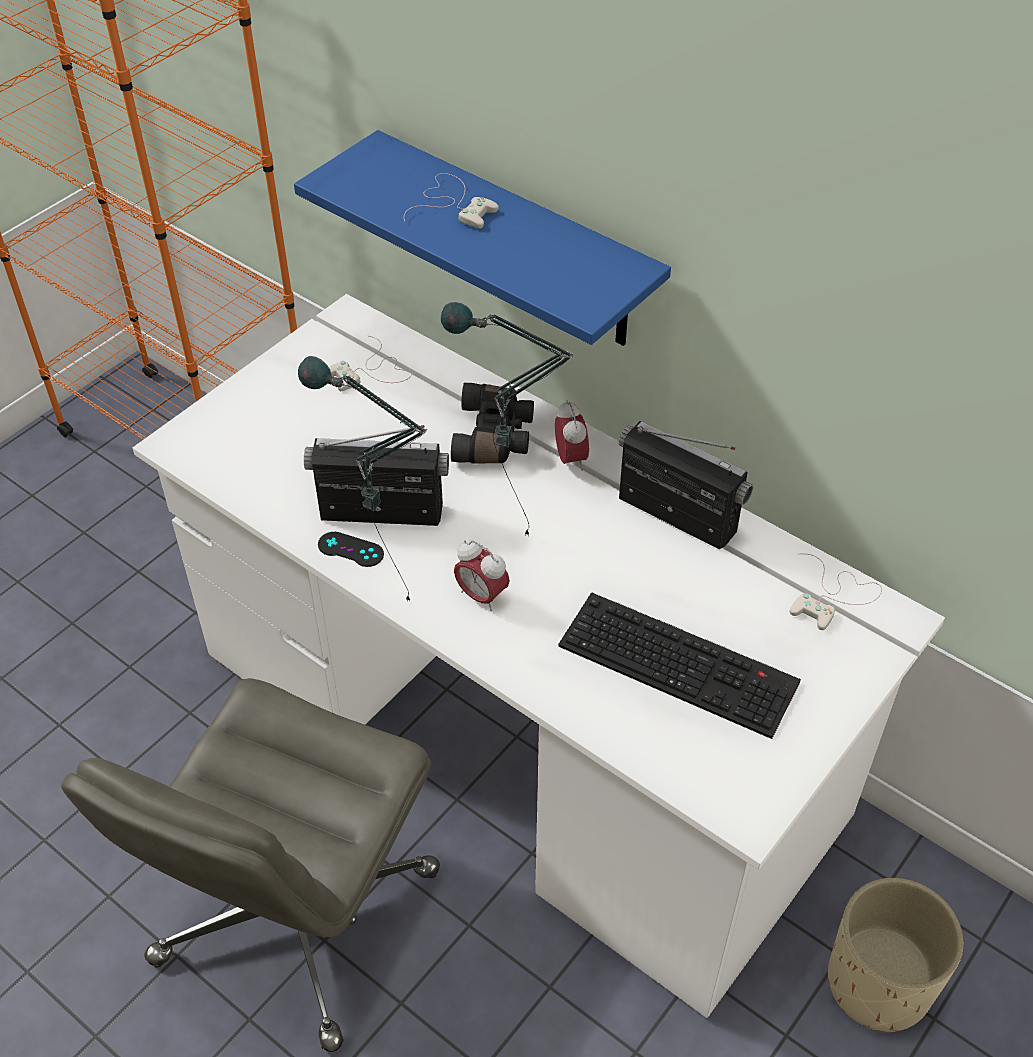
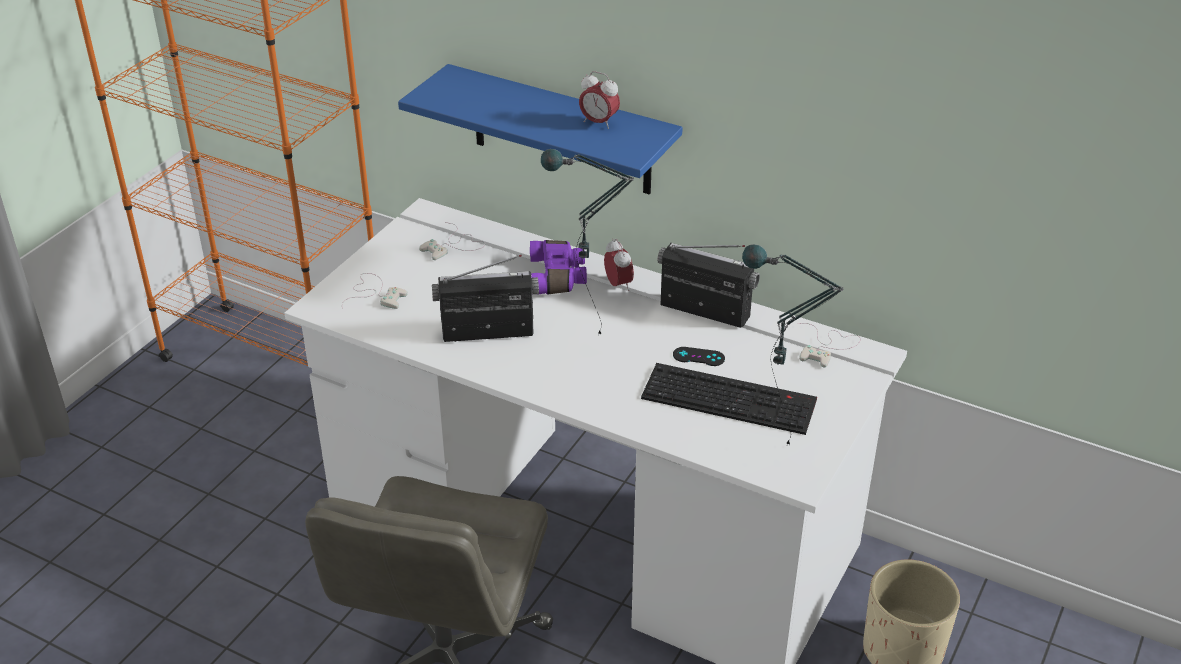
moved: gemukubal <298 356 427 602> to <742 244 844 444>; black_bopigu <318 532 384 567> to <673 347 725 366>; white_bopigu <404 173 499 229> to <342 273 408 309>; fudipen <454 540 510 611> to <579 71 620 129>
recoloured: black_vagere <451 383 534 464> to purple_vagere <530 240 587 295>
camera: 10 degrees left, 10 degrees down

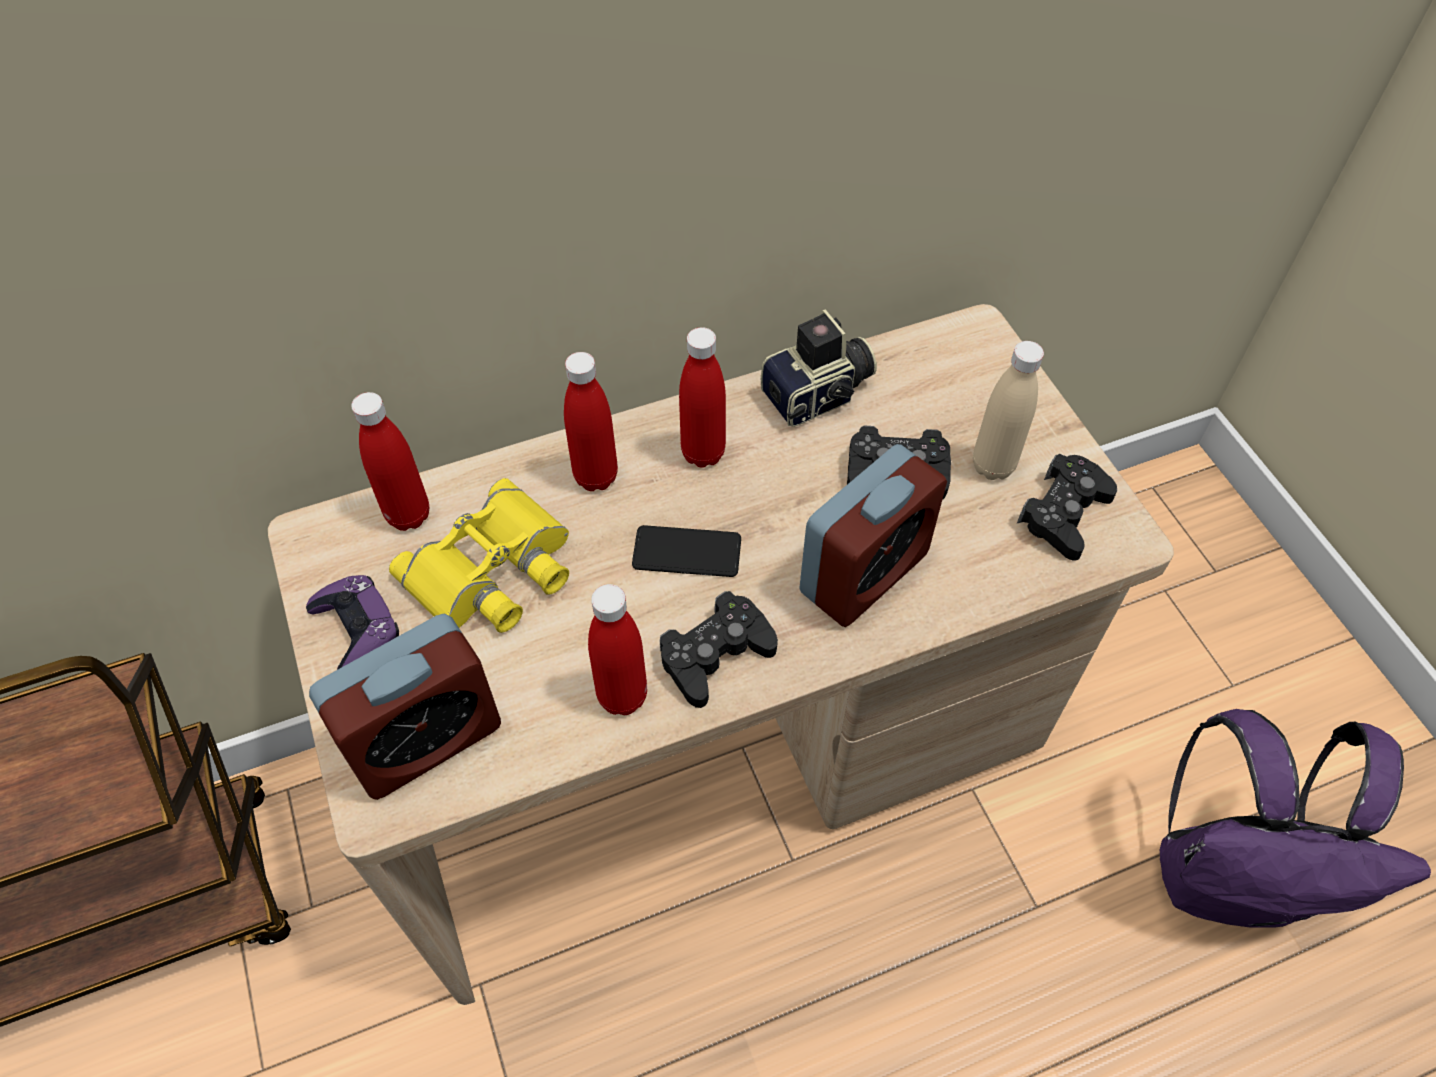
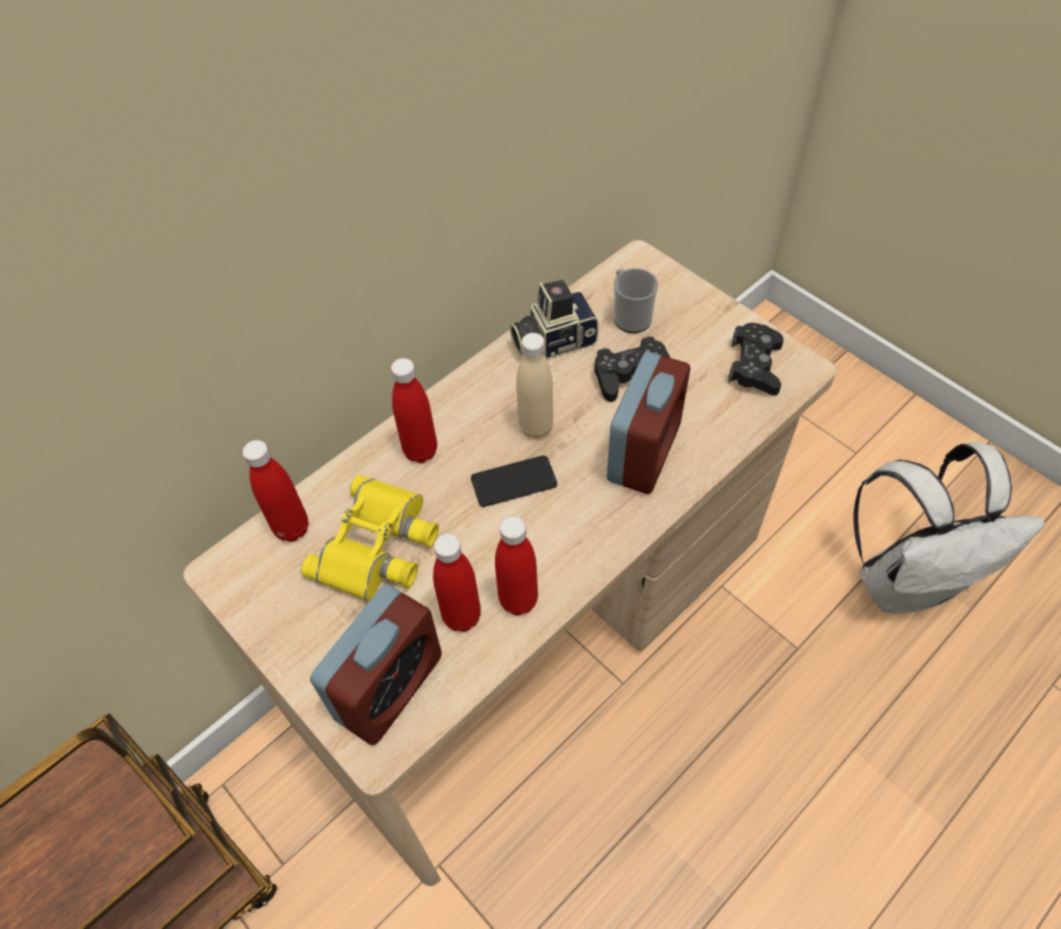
removed: purple_bopigu <306 575 399 670>; black_bopigu <660 591 778 708>
added: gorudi <614 268 658 333>
moved: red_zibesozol <679 327 726 468> to <433 533 481 632>; beige_zibesozol <973 341 1044 480> to <516 333 553 439>
recoloured: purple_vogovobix <1160 709 1431 928> to white_vogovobix <853 442 1045 614>
turned: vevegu <761 309 877 427> = <510 280 599 359> 150 degrees counterclockwise
camera: 20 degrees left, 0 degrees up

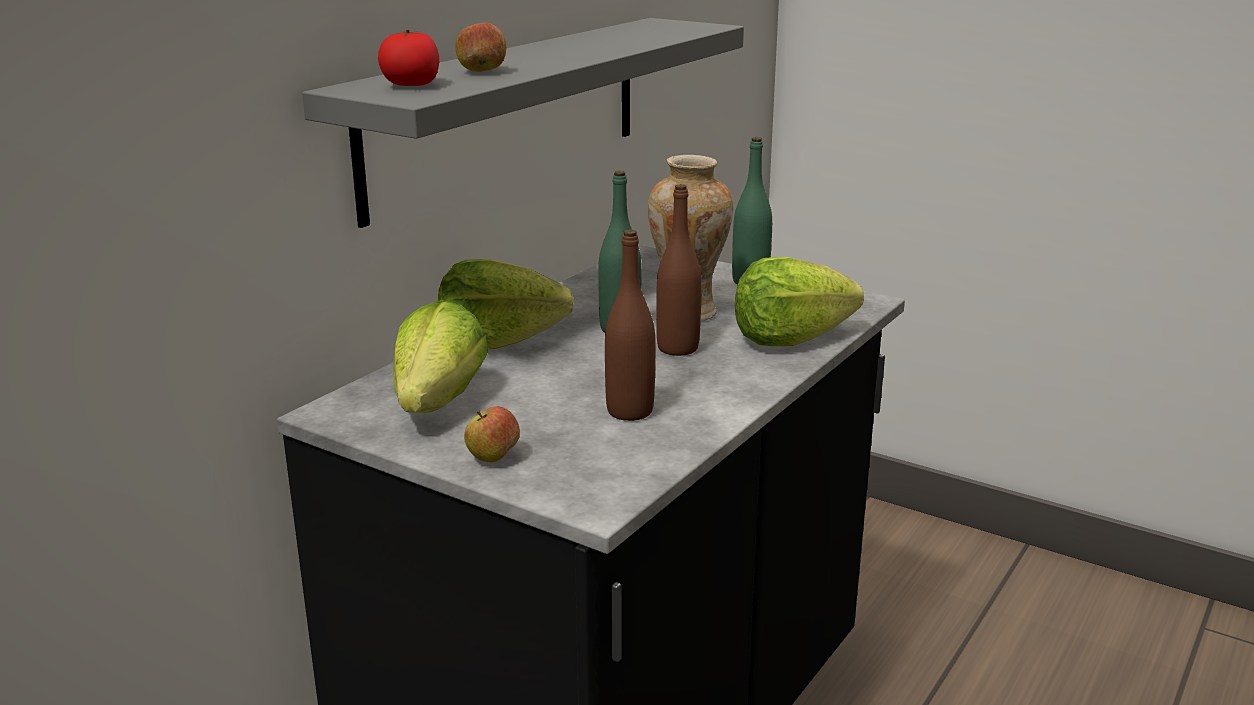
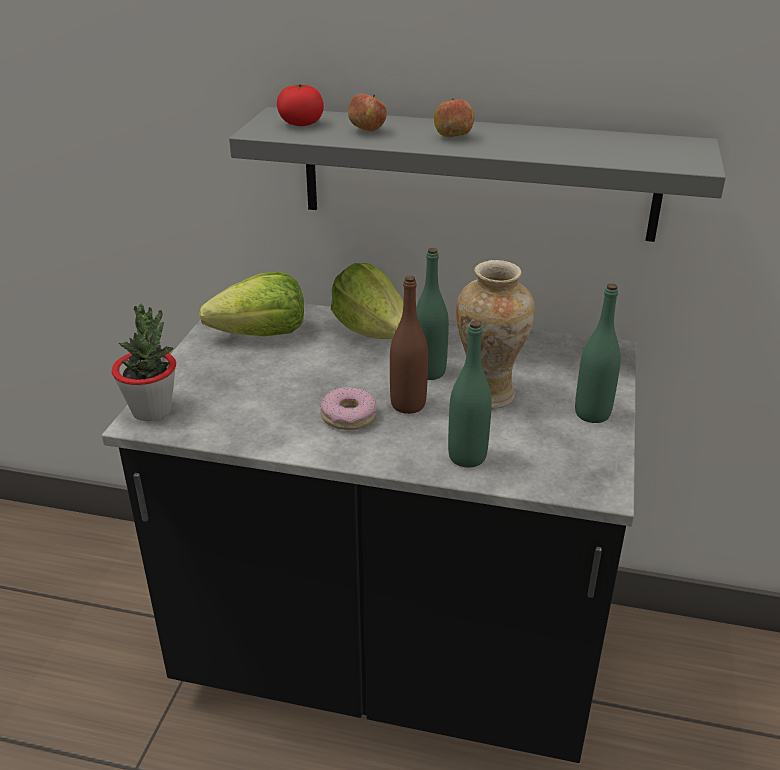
removed: brown_zibesozol <605 230 655 421>
added: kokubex <112 304 176 421>; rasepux <320 387 376 430>
moved: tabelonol <464 406 520 462> to <434 98 474 137>
replaced: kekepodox <735 257 864 346> to green_zibesozol <448 321 492 467>
camera: 70 degrees right, 10 degrees up

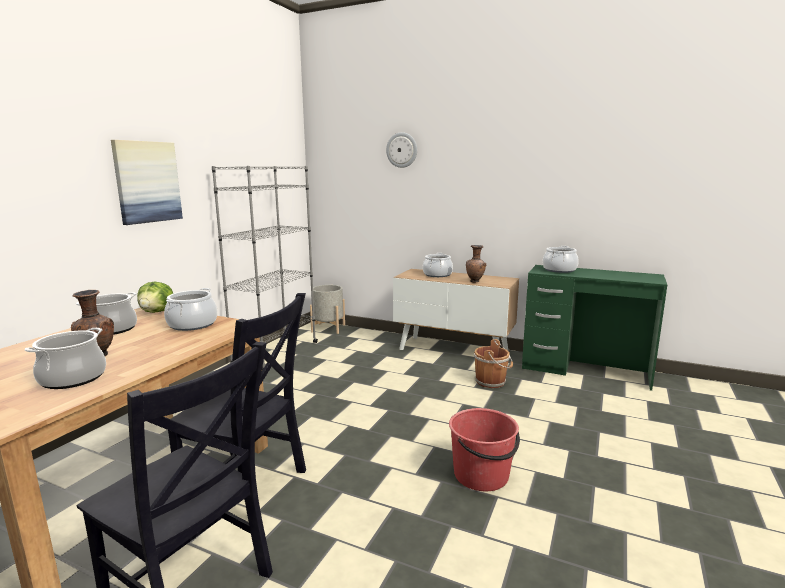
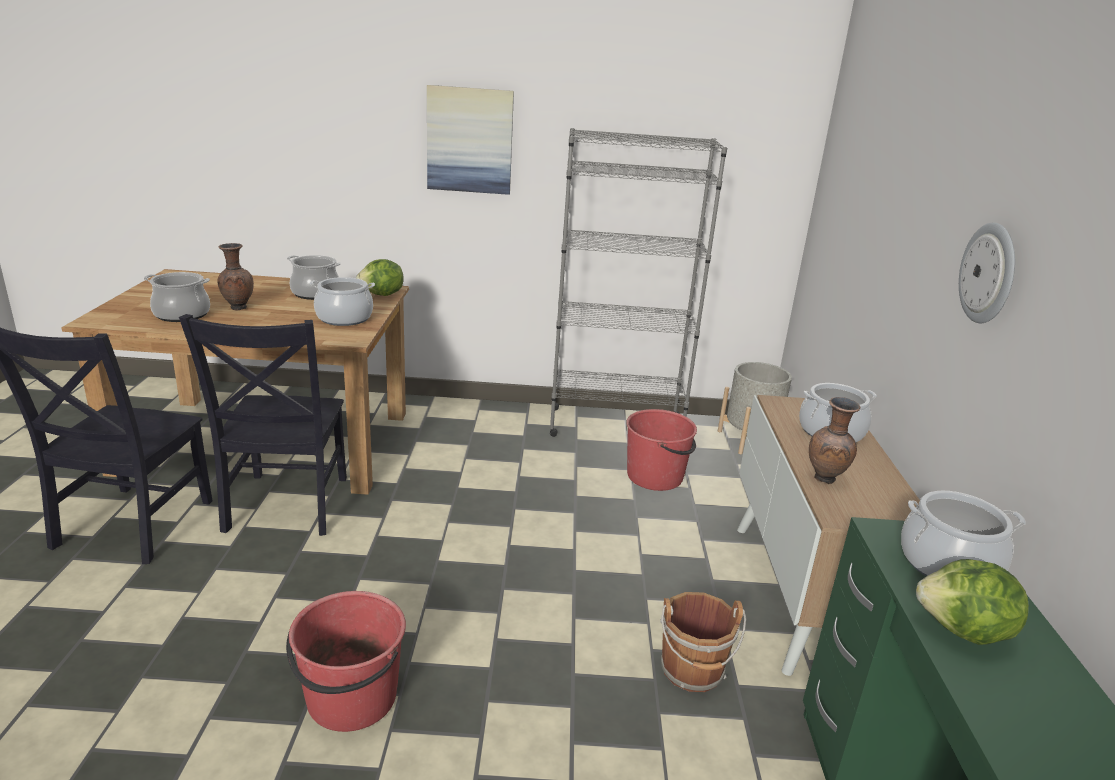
added: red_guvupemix <626 409 697 491>; kekepodox <916 559 1029 645>
moved: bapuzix <386 132 417 168> to <959 222 1015 323>
camera: 65 degrees right, 10 degrees up

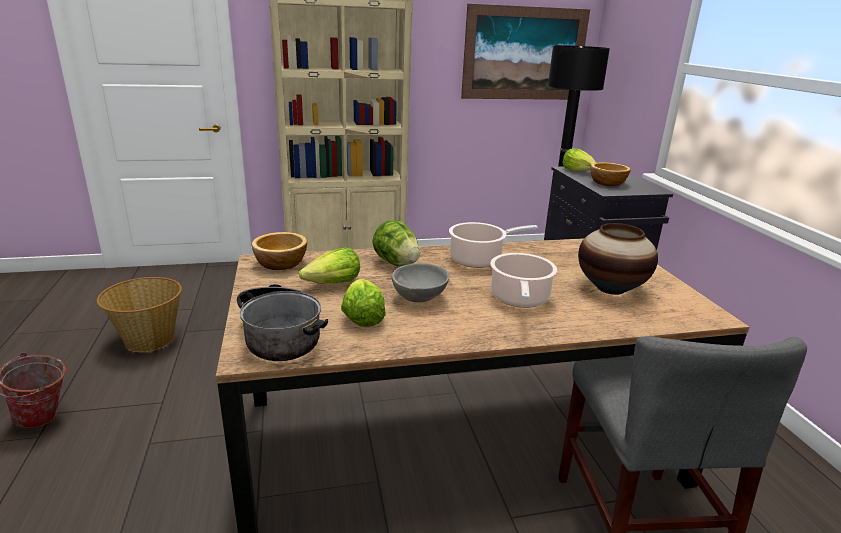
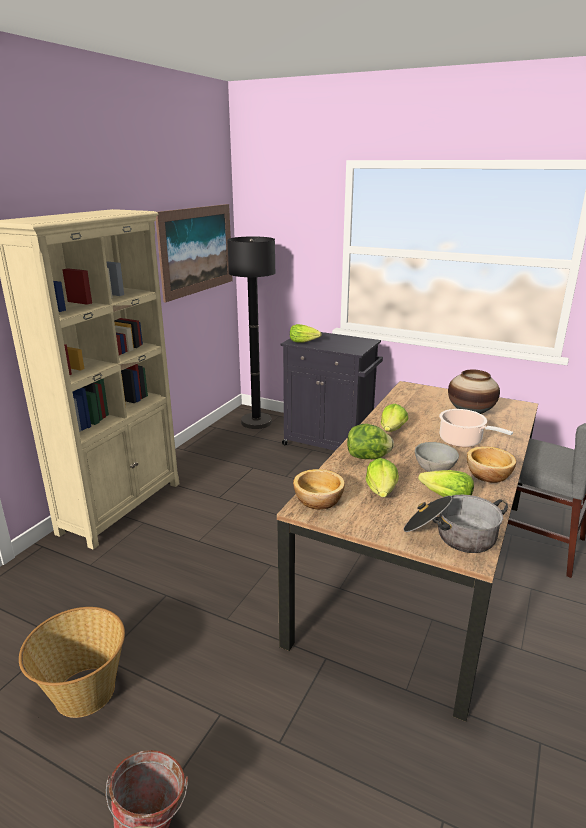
moved: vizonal <591 162 631 186> to <467 446 516 483>
replaced: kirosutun <449 222 538 268> to kekepodox <381 404 409 432>
camera: 50 degrees left, 0 degrees up

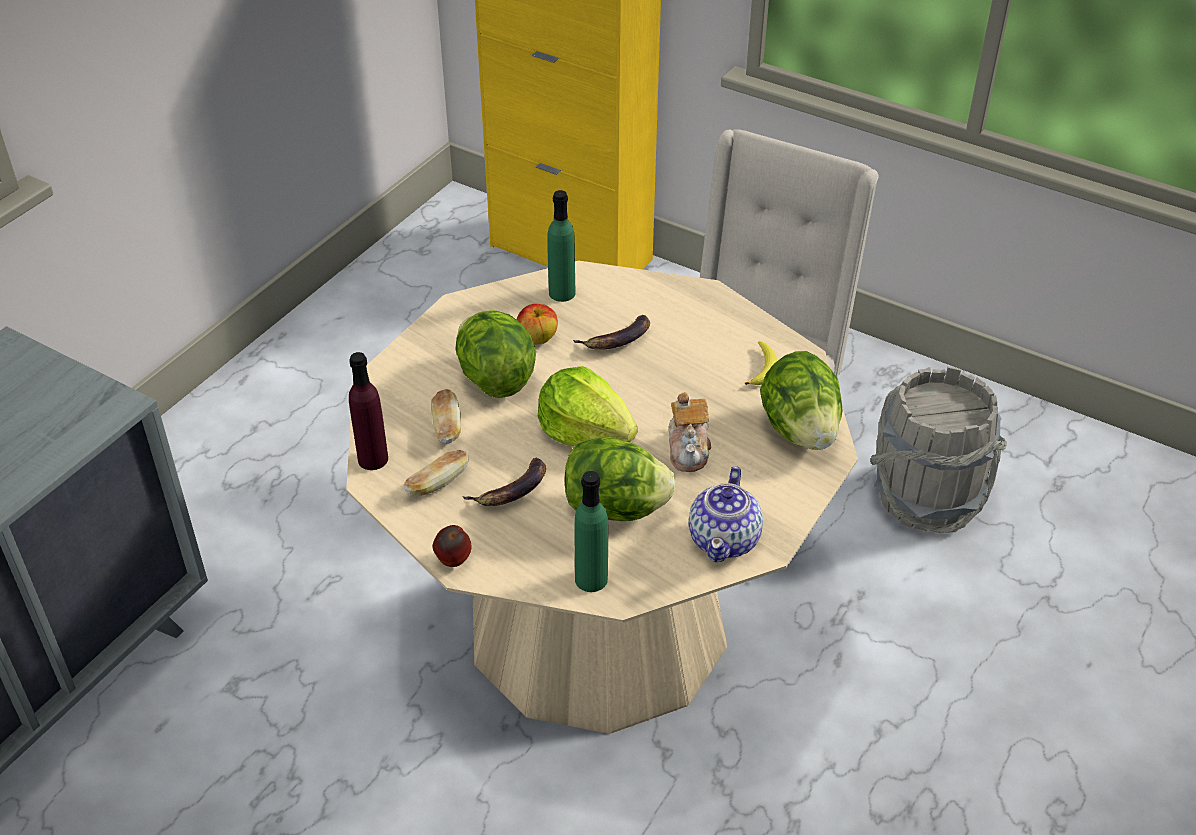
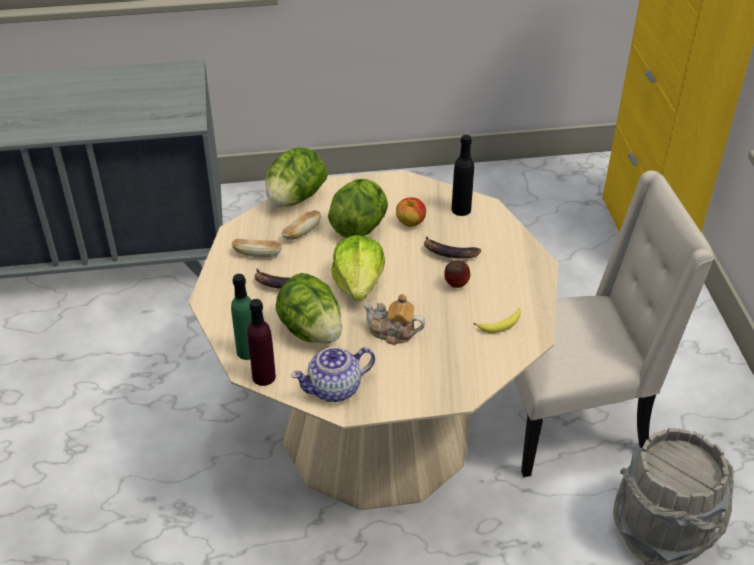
moved: purple_zibesozol <349 352 388 470> to <247 299 276 386>; tabelonol <433 525 472 567> to <445 261 470 288>; kekepodox <760 351 843 450> to <266 148 328 207>
recoloured: green_zibesozol <547 190 576 302> to black_zibesozol <452 135 474 216>
turned: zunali <669 392 711 472> = <363 294 425 345> 60 degrees clockwise
camera: 50 degrees right, 0 degrees up

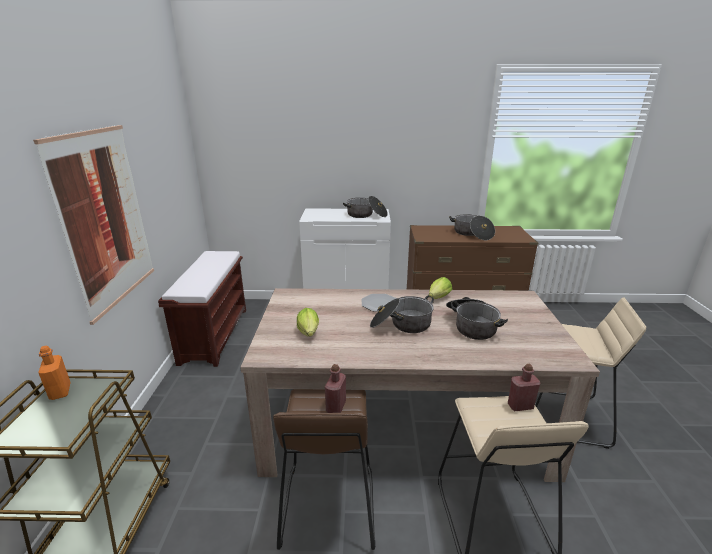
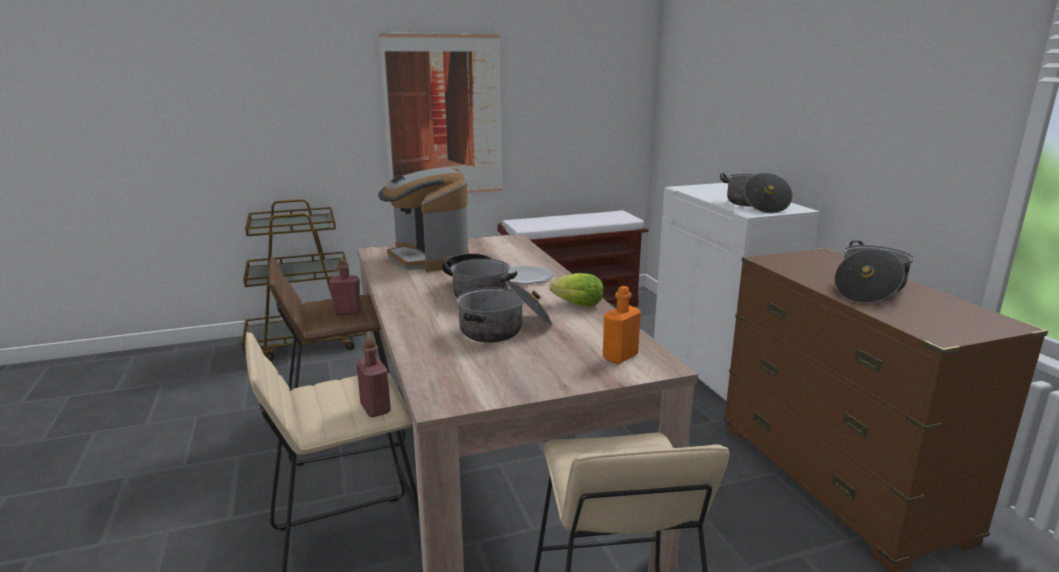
moved: orange_zibesozol <38 346 71 400> to <603 286 641 364>
replaced: kekepodox <297 308 319 337> to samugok <378 167 469 272>
camera: 70 degrees right, 5 degrees down

